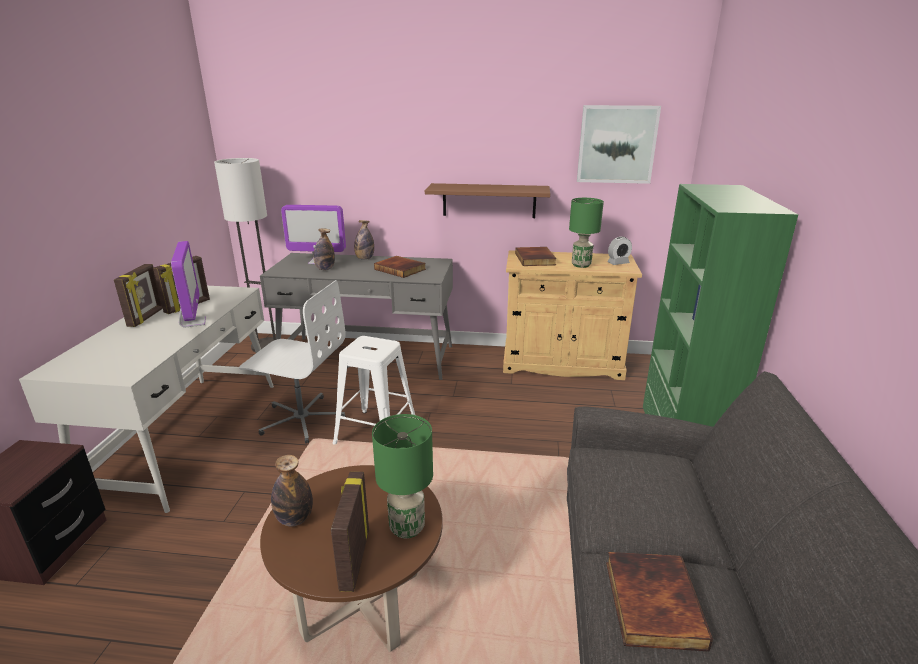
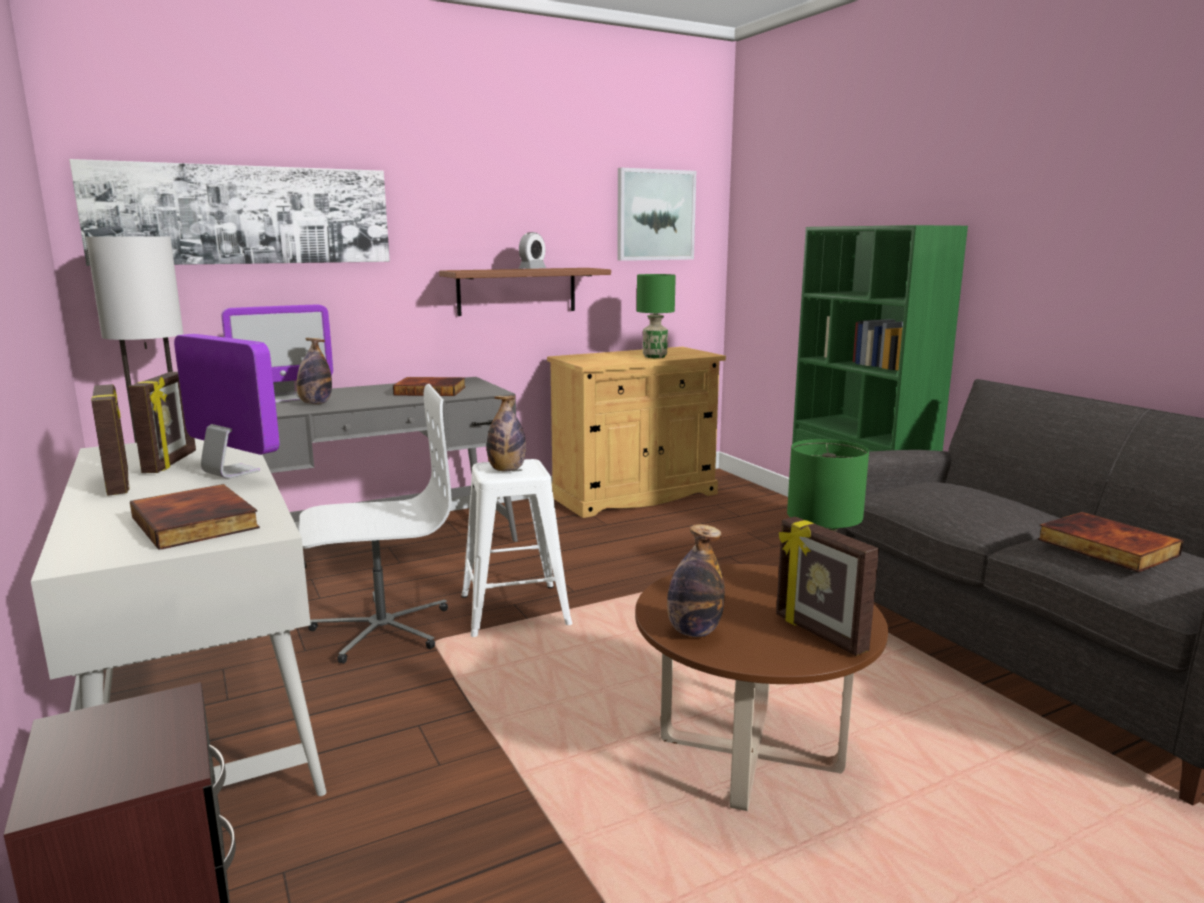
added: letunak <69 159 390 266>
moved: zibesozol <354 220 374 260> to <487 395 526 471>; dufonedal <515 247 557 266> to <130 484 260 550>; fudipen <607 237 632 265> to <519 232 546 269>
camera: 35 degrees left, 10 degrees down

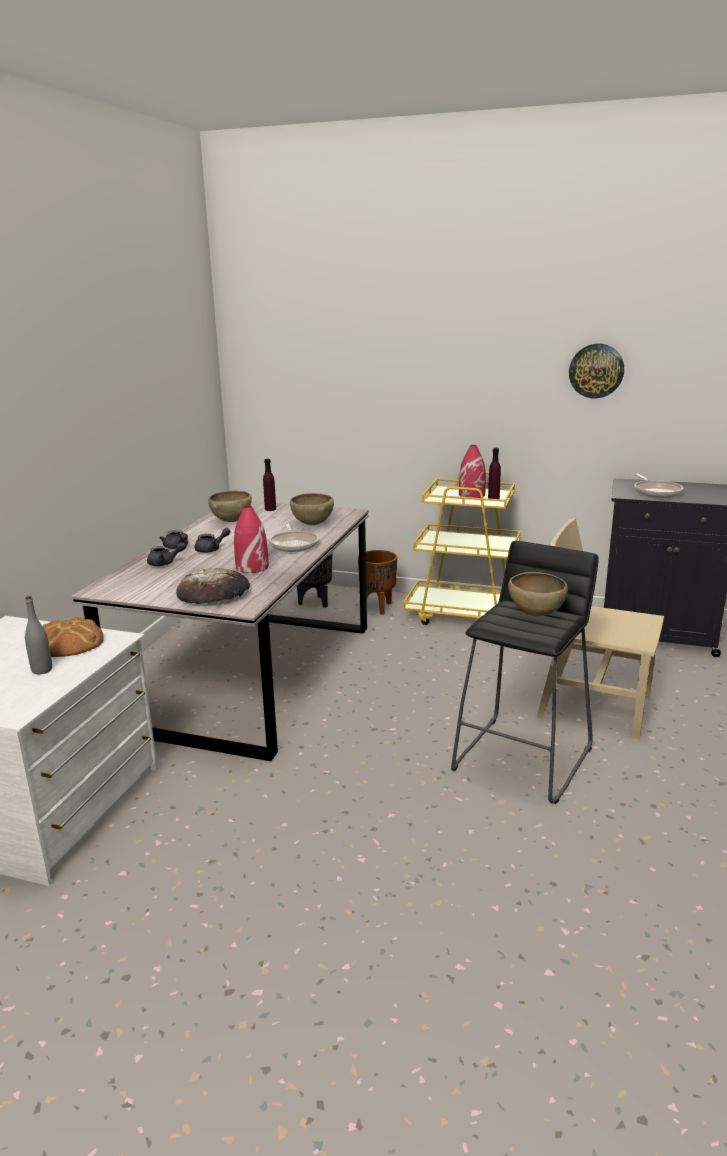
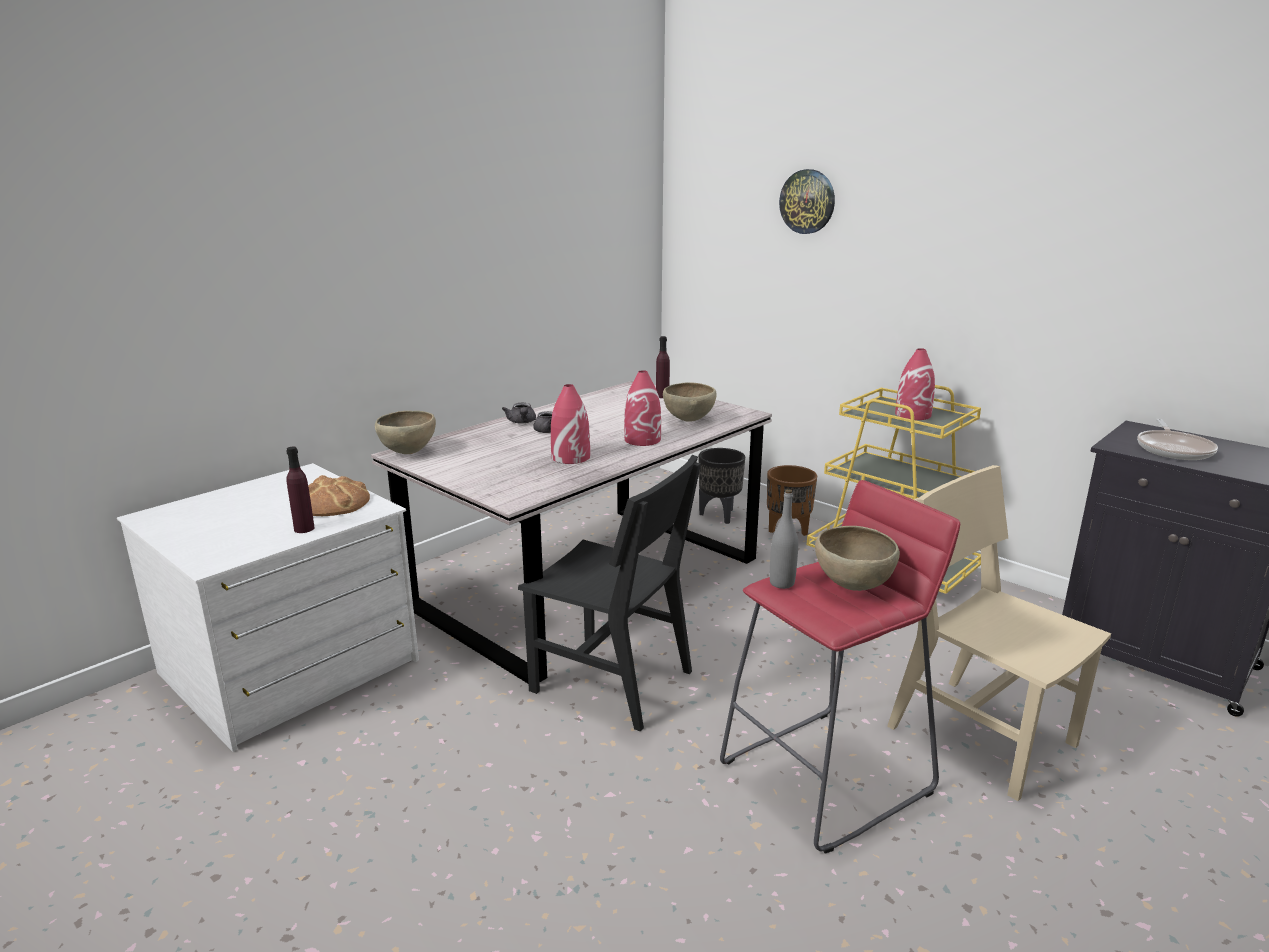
removed: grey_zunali <147 542 186 566>; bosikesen <176 568 250 604>
added: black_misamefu <518 455 701 732>
moved: grey_zibesozol <25 596 52 674> to <770 489 798 589>; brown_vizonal <208 491 252 522> to <375 411 436 454>; purple_zibesozol <488 448 501 499> to <286 446 315 533>; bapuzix <569 344 624 399> to <779 169 835 234>
replaced: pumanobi <269 523 319 552> to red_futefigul <624 370 661 446>
recoloured: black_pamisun <451 541 599 804> to red_pamisun <720 480 960 854>
camera: 25 degrees right, 0 degrees up

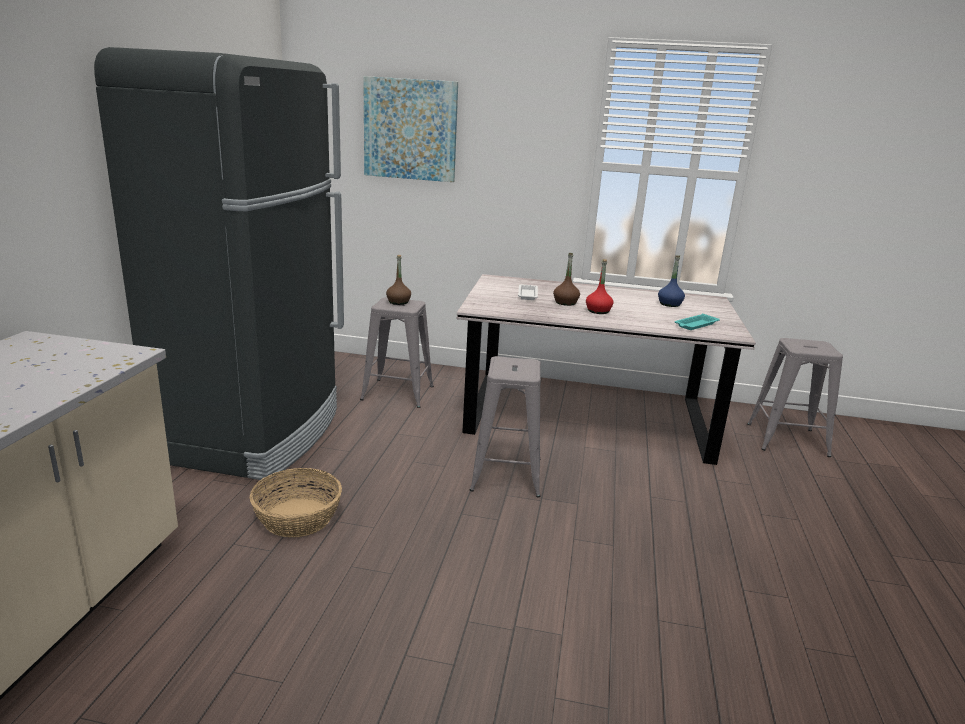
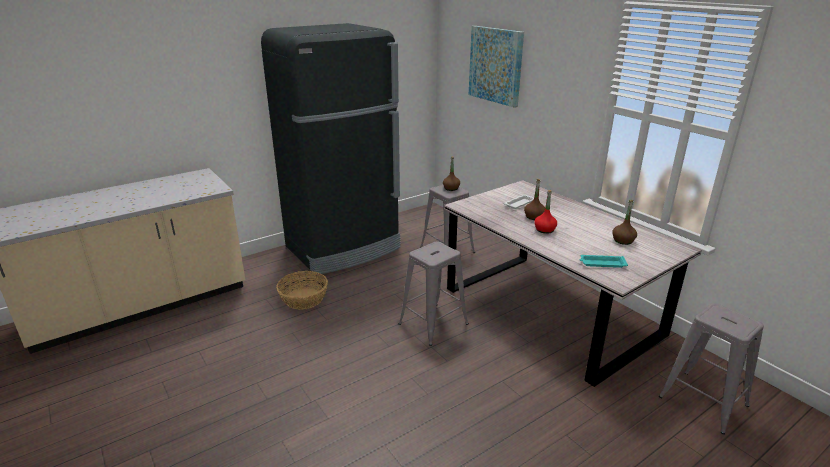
recoloured: blue_zibesozol <658 255 685 307> to brown_zibesozol <612 200 637 245>
camera: 45 degrees right, 5 degrees up

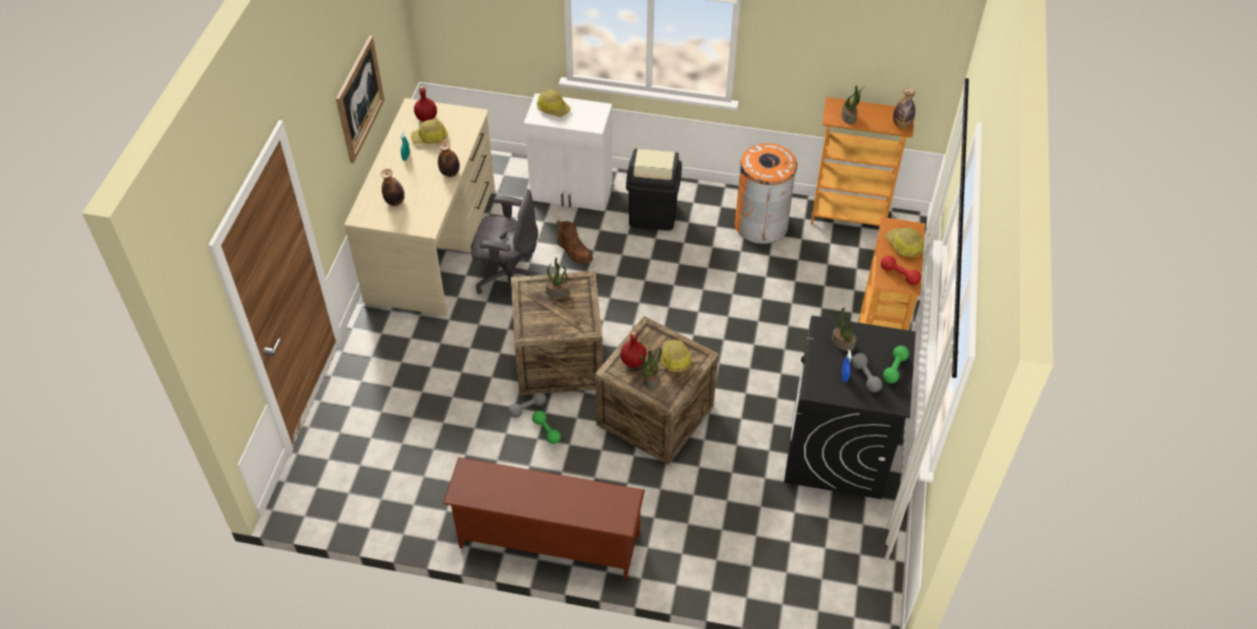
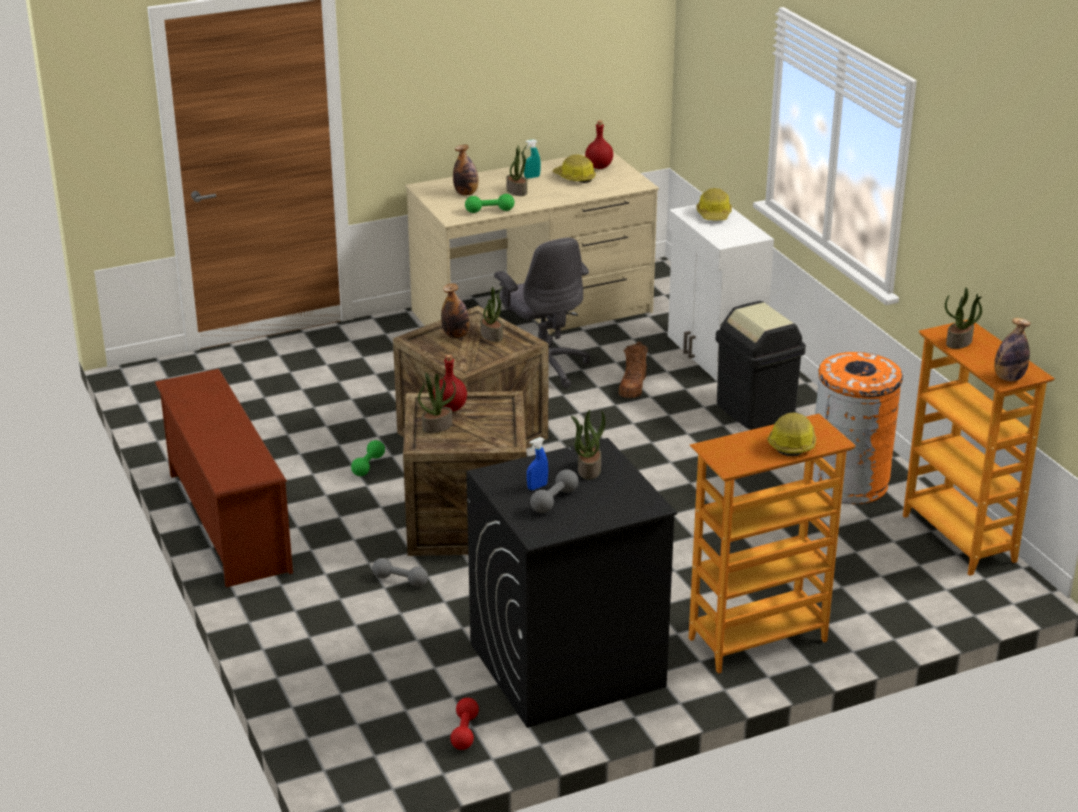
removed: letunak <336 36 385 163>; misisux <661 340 692 372>
added: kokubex <506 145 527 196>
moved: zibesozol <438 141 460 177> to <441 283 470 338>; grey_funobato <508 392 546 418> to <372 558 428 587>; red_funobato <881 256 921 285> to <450 698 479 750>; green_funobato <883 346 909 383> to <465 194 515 213>
camera: 55 degrees right, 20 degrees down

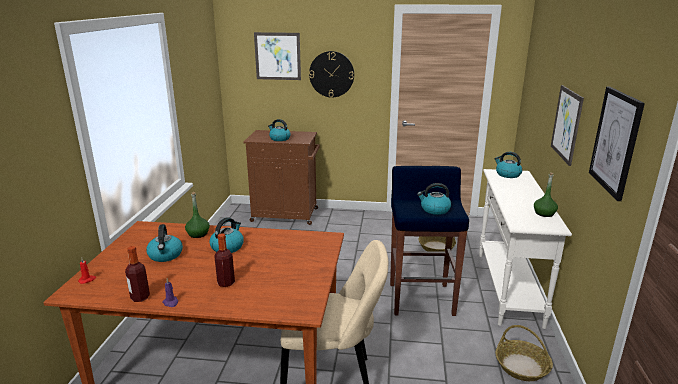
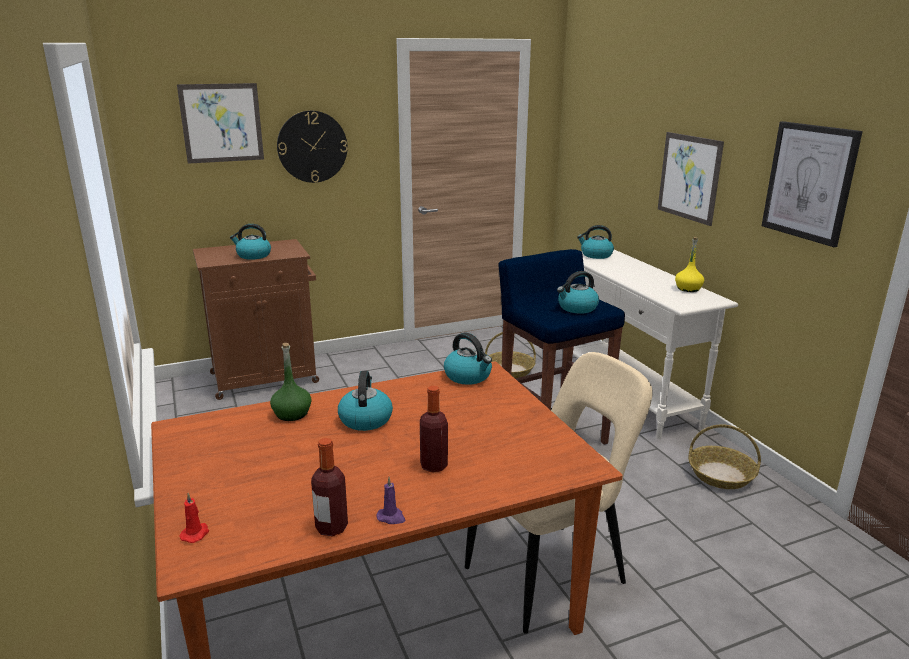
moved: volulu <146 224 183 262> to <444 333 492 385>
recoloured: green_zibesozol <534 173 558 217> to yellow_zibesozol <675 237 704 292>
camera: 30 degrees left, 0 degrees up

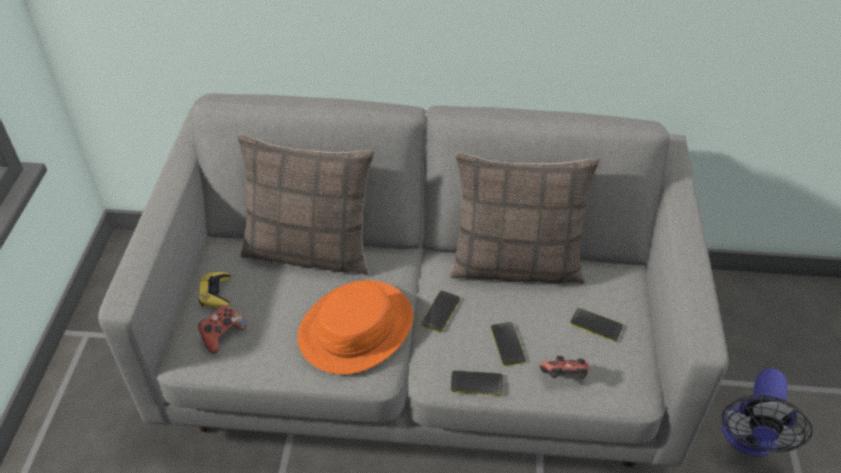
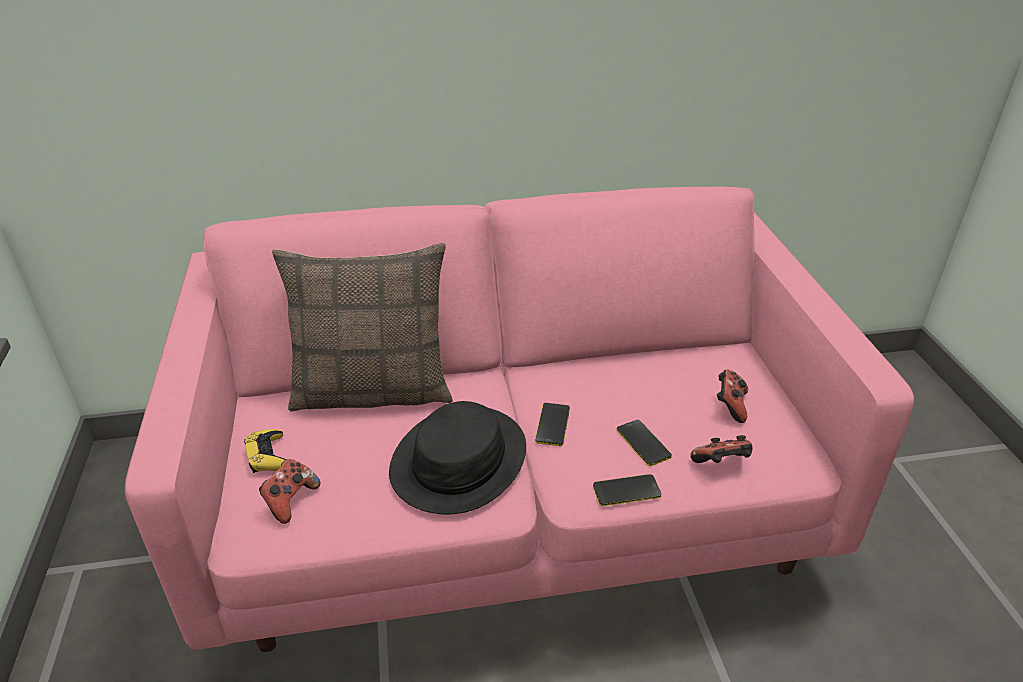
removed: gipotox <450 152 600 284>; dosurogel <722 368 813 456>
replaced: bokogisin <570 308 623 342> to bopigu <717 369 748 423>
recoloured: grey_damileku <98 93 728 467> to pink_damileku <125 187 914 652>; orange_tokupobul <297 280 413 374> to black_tokupobul <389 401 526 514>
camera: 15 degrees left, 10 degrees down

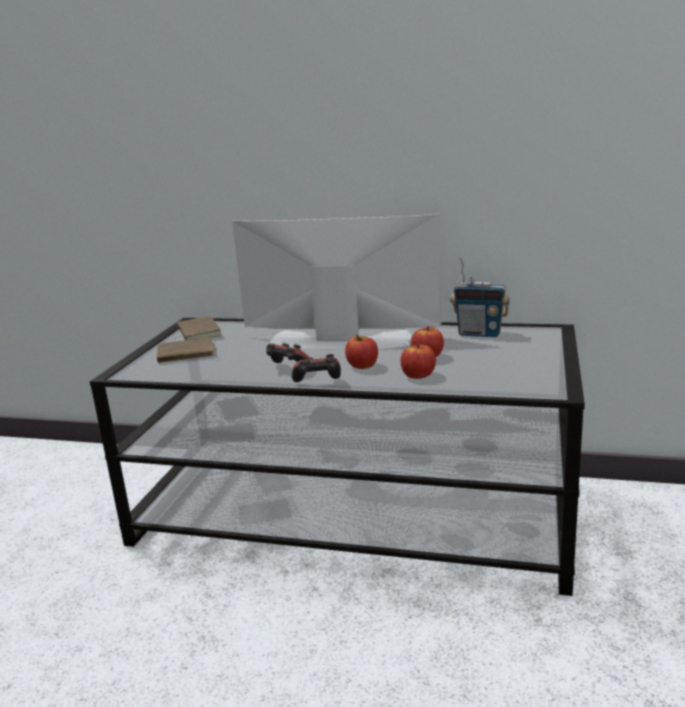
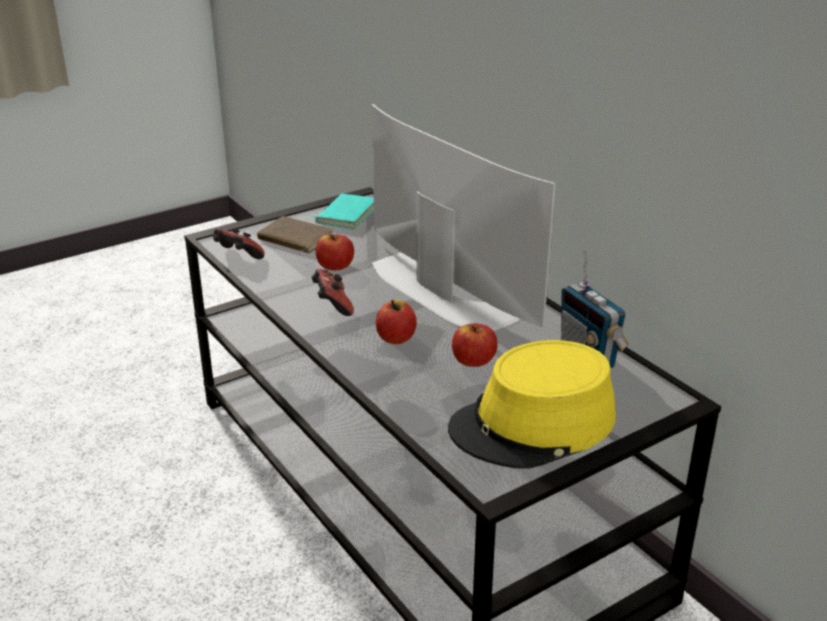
added: yellow_tokupobul <448 340 616 469>
moved: bopigu <292 354 341 382> to <213 228 265 259>; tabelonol <401 344 436 379> to <316 234 354 271>
recoloured: brown_dufonedal <174 316 221 340> to turquoise_dufonedal <303 194 374 230>
camera: 40 degrees right, 10 degrees up

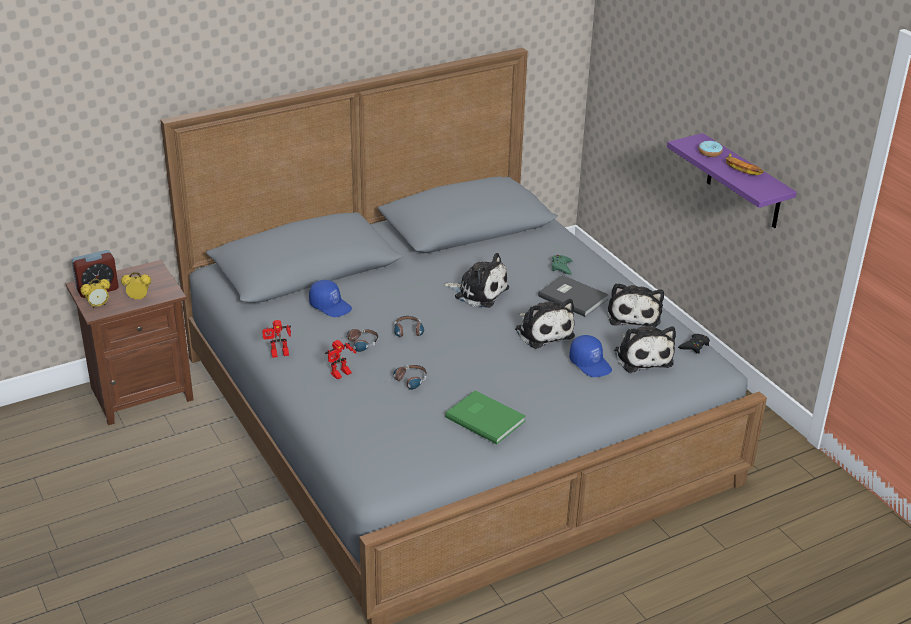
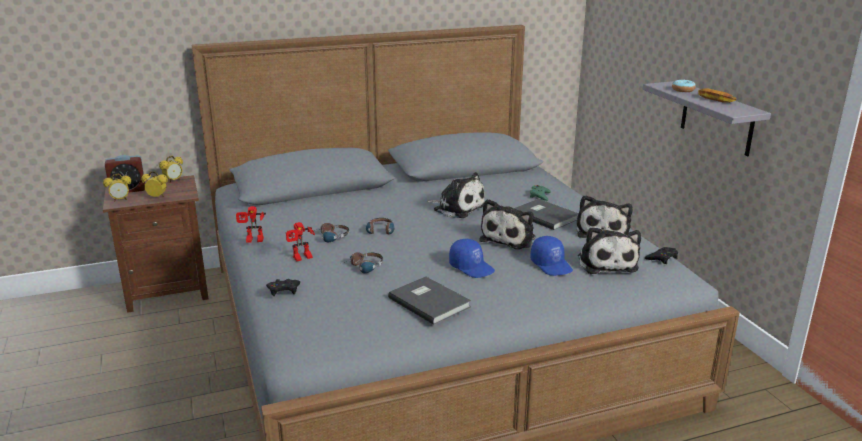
added: fudipen <159 156 183 182>; black_bopigu <266 279 300 296>
moved: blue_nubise <309 280 352 317> to <449 239 495 278>
recoloured: green_dufonedal <445 390 525 444> to grey_dufonedal <388 276 471 325>; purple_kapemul <667 133 797 228> to grey_kapemul <642 81 771 156>
turned: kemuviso <515 299 575 349> = <479 199 535 249> 45 degrees clockwise
camera: 10 degrees right, 10 degrees down

